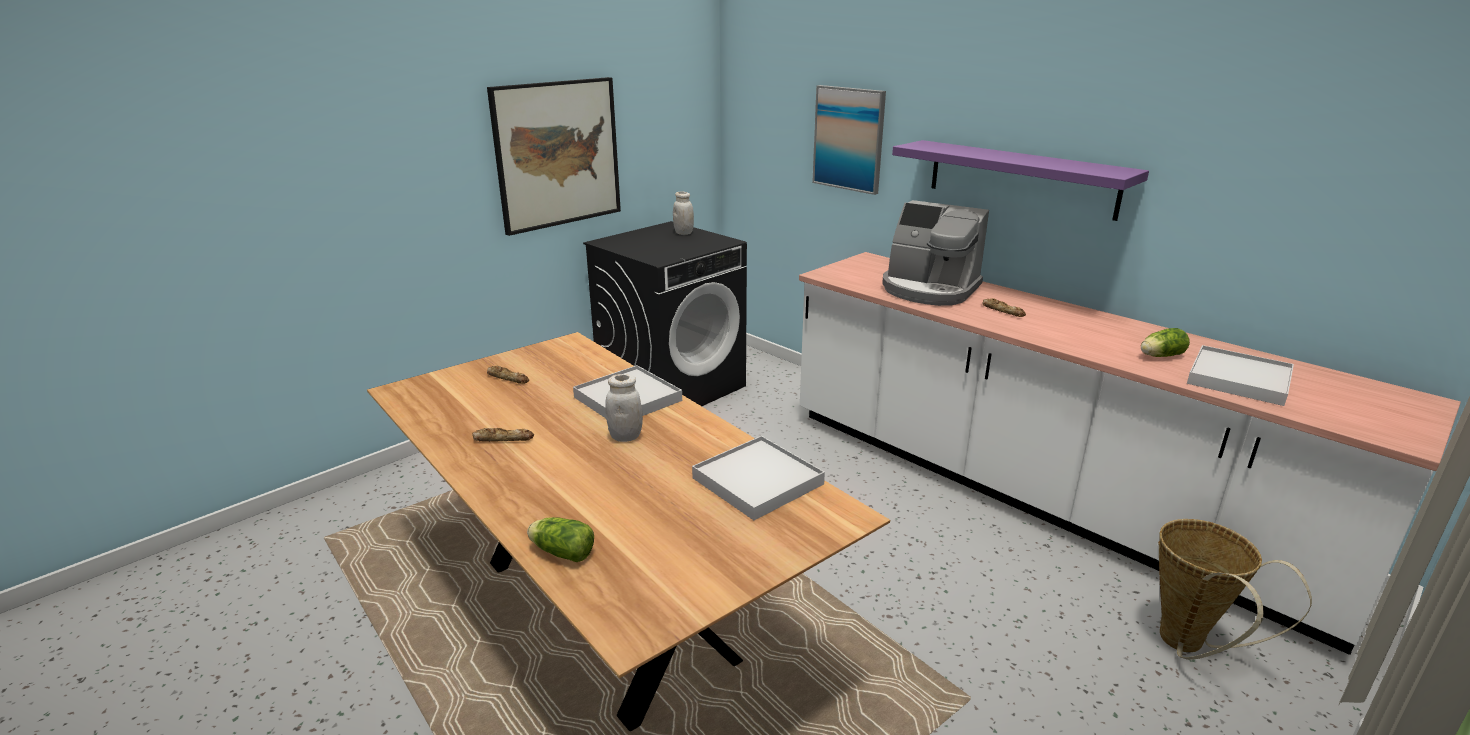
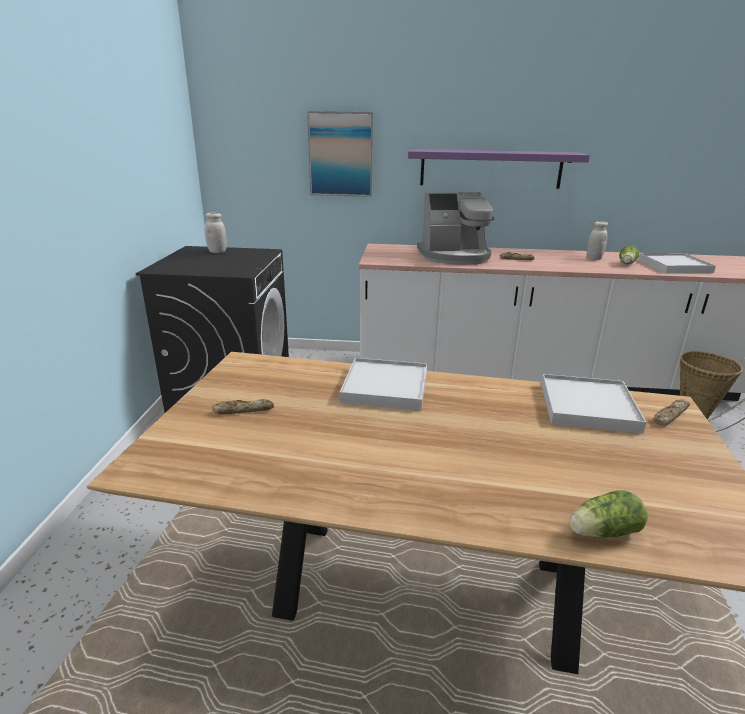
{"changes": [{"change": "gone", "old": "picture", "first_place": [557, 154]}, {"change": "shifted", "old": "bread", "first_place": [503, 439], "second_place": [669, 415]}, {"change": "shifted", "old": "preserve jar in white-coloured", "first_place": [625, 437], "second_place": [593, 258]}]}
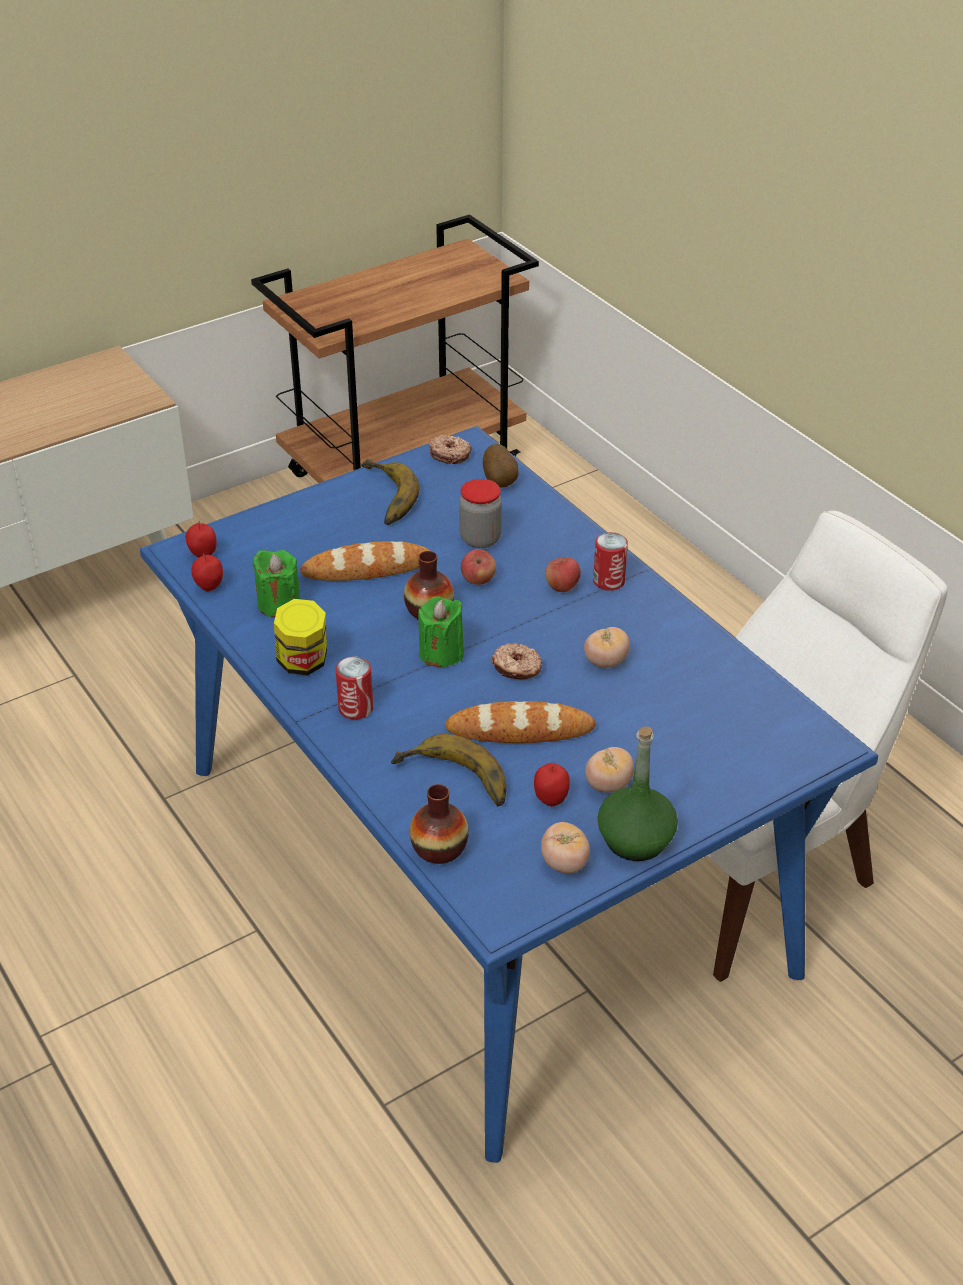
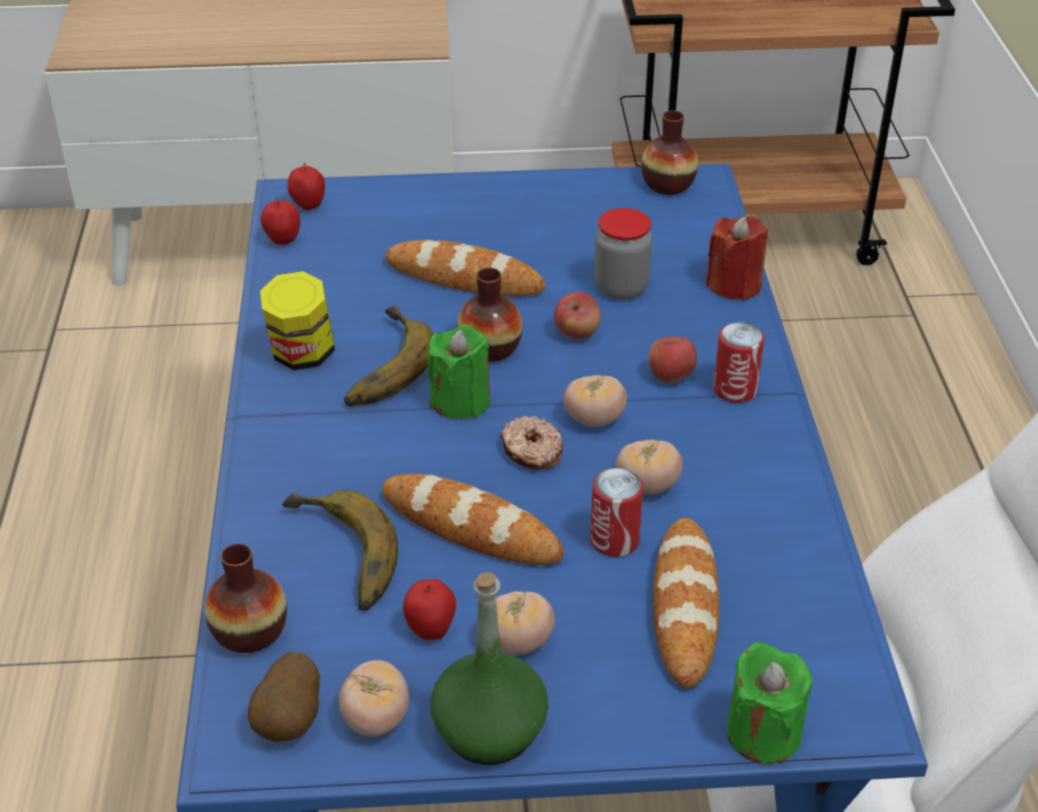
{"changes": [{"change": "new", "new": "tomato", "second_place": [594, 419]}, {"change": "new", "new": "bread", "second_place": [685, 606]}, {"change": "new", "new": "wax light in red", "second_place": [734, 285]}, {"change": "shifted", "old": "wax light in greenish", "first_place": [279, 604], "second_place": [763, 733]}, {"change": "shifted", "old": "metal can", "first_place": [356, 708], "second_place": [614, 540]}, {"change": "shifted", "old": "whole banana", "first_place": [382, 498], "second_place": [378, 365]}, {"change": "shifted", "old": "potato", "first_place": [500, 482], "second_place": [291, 722]}, {"change": "swapped", "old": "ring doughnut", "new": "flower vase", "first_place": [450, 454], "second_place": [668, 184]}]}
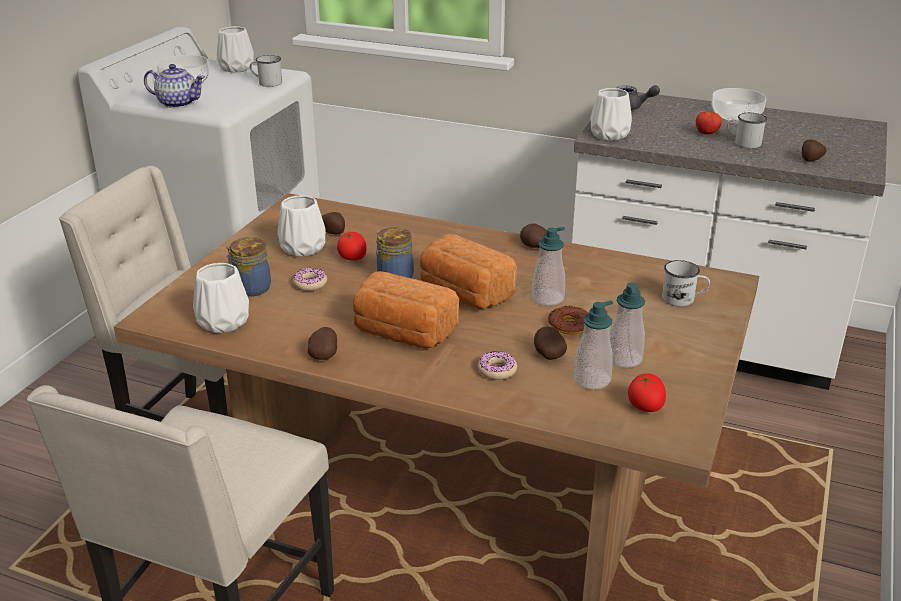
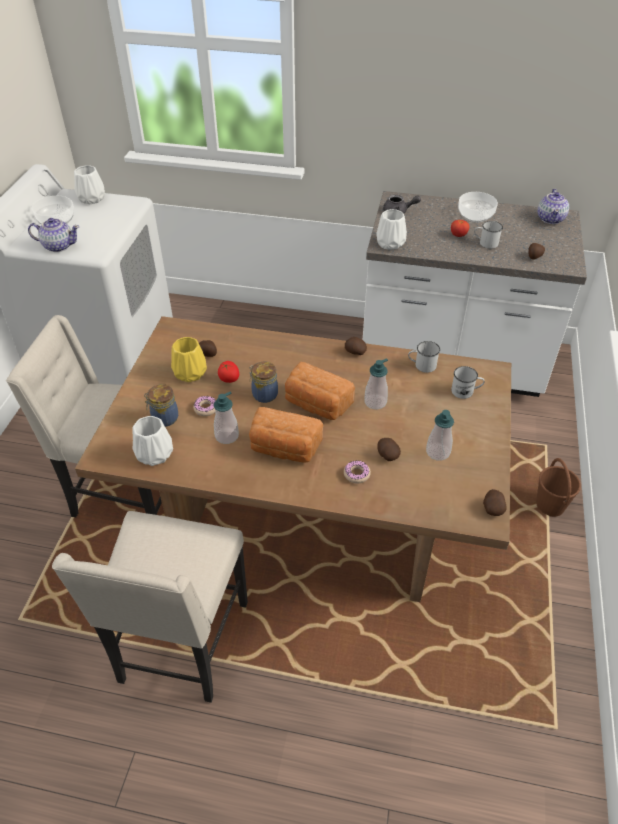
{"changes": [{"change": "gone", "old": "ring doughnut", "first_place": [569, 325]}, {"change": "gone", "old": "tomato", "first_place": [645, 406]}, {"change": "new", "new": "water bucket in brown", "second_place": [550, 505]}, {"change": "new", "new": "pot for tea", "second_place": [550, 219]}, {"change": "shifted", "old": "coffee mug in white-coloured", "first_place": [267, 83], "second_place": [422, 365]}, {"change": "shifted", "old": "potato", "first_place": [324, 355], "second_place": [492, 508]}, {"change": "shifted", "old": "soap dispenser", "first_place": [592, 380], "second_place": [227, 436]}, {"change": "repainted", "old": "flower vase in white-coloured", "new": "flower vase in yellow-coloured", "first_place": [304, 248], "second_place": [190, 372]}]}
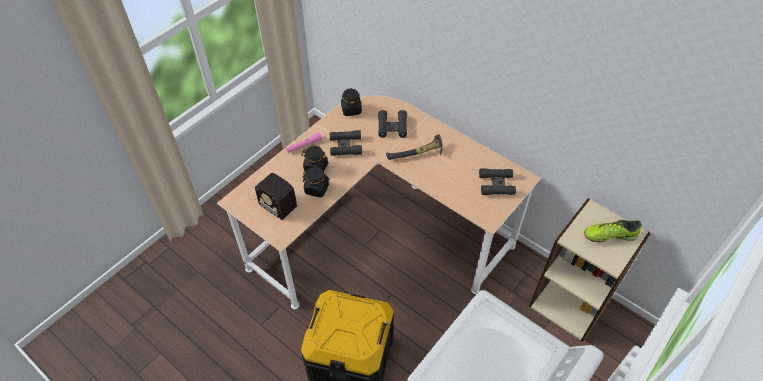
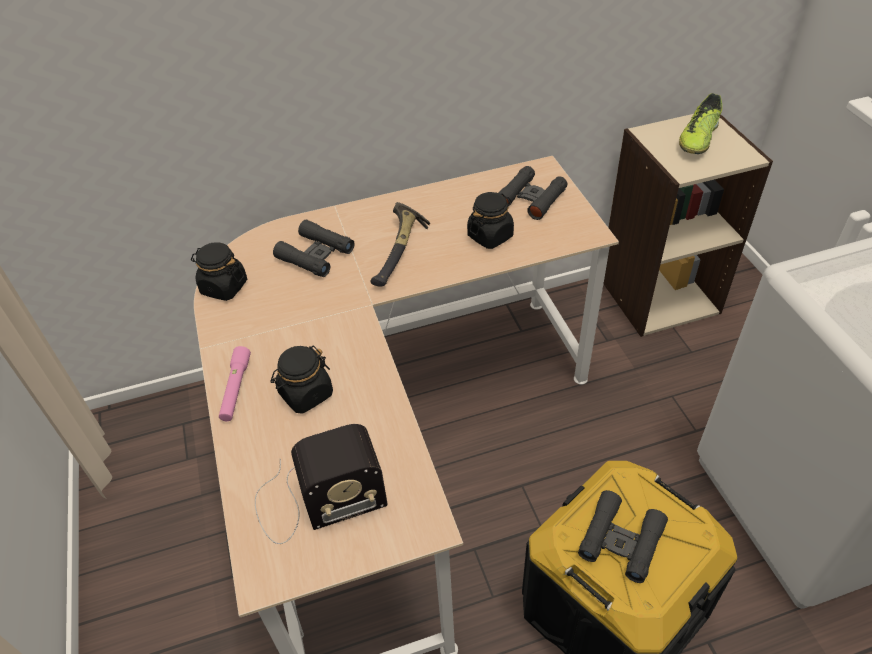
{"changes": [{"change": "shifted", "old": "preserve jar in black-coloured", "first_place": [317, 189], "second_place": [490, 236]}, {"change": "shifted", "old": "field glasses in black-coloured", "first_place": [346, 146], "second_place": [621, 540]}]}
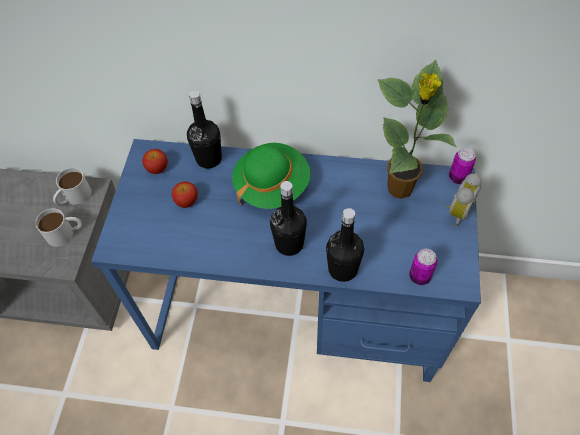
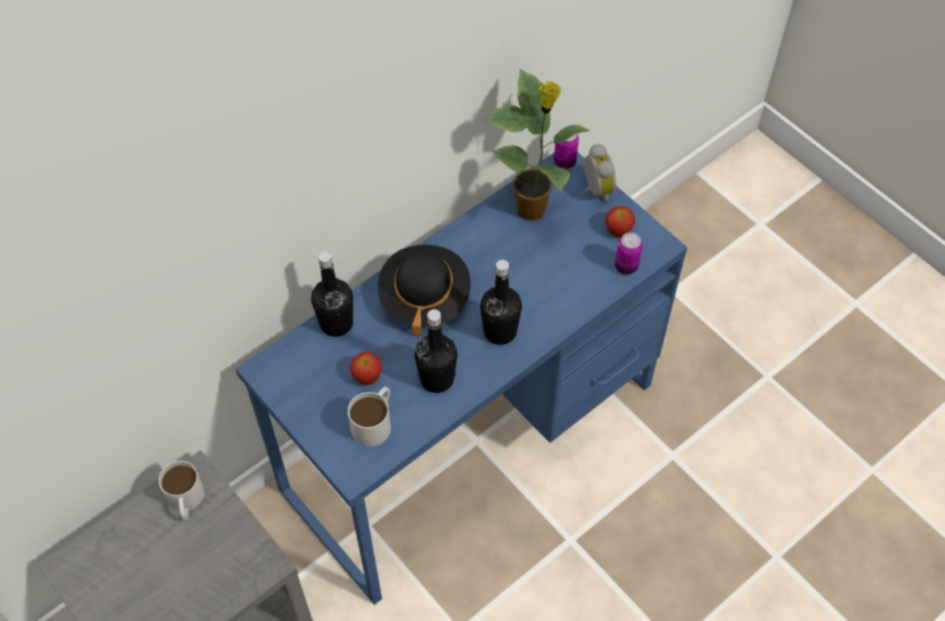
{"changes": [{"change": "shifted", "old": "coffee mug in white-coloured", "first_place": [65, 233], "second_place": [375, 421]}, {"change": "shifted", "old": "whole apple", "first_place": [158, 169], "second_place": [618, 230]}, {"change": "shifted", "old": "beverage bottle in black-coloured", "first_place": [342, 269], "second_place": [437, 379]}, {"change": "repainted", "old": "hat in greenish", "new": "hat in black-coloured", "first_place": [272, 186], "second_place": [424, 297]}]}
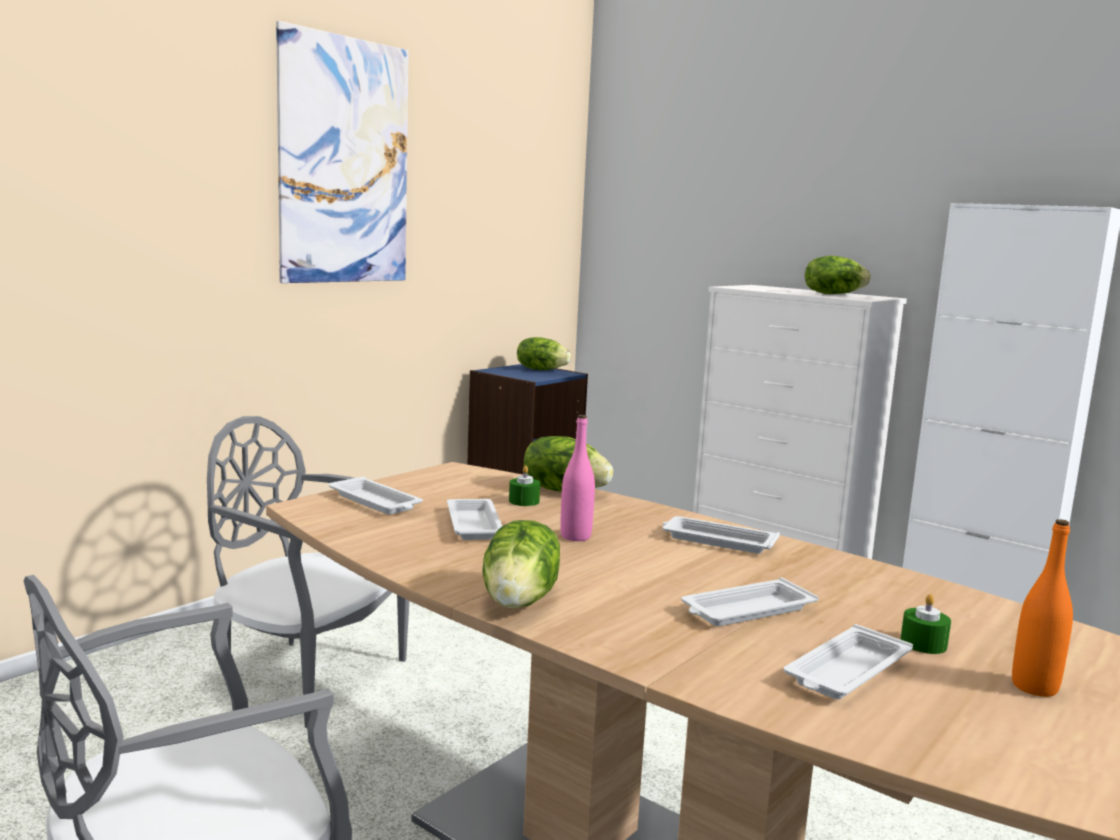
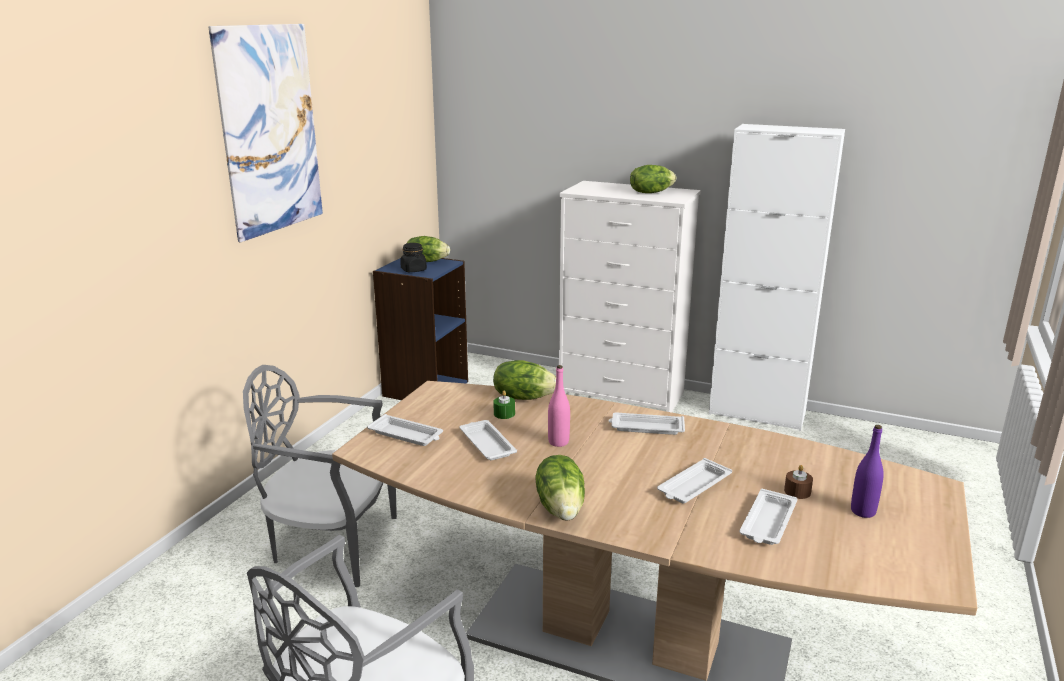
{"changes": [{"change": "new", "new": "preserve jar in black-coloured", "second_place": [414, 270]}, {"change": "repainted", "old": "wax light in greenish", "new": "wax light in brown", "first_place": [923, 643], "second_place": [797, 491]}, {"change": "repainted", "old": "beverage bottle in orange-coloured", "new": "beverage bottle in purplish", "first_place": [1034, 687], "second_place": [863, 511]}]}
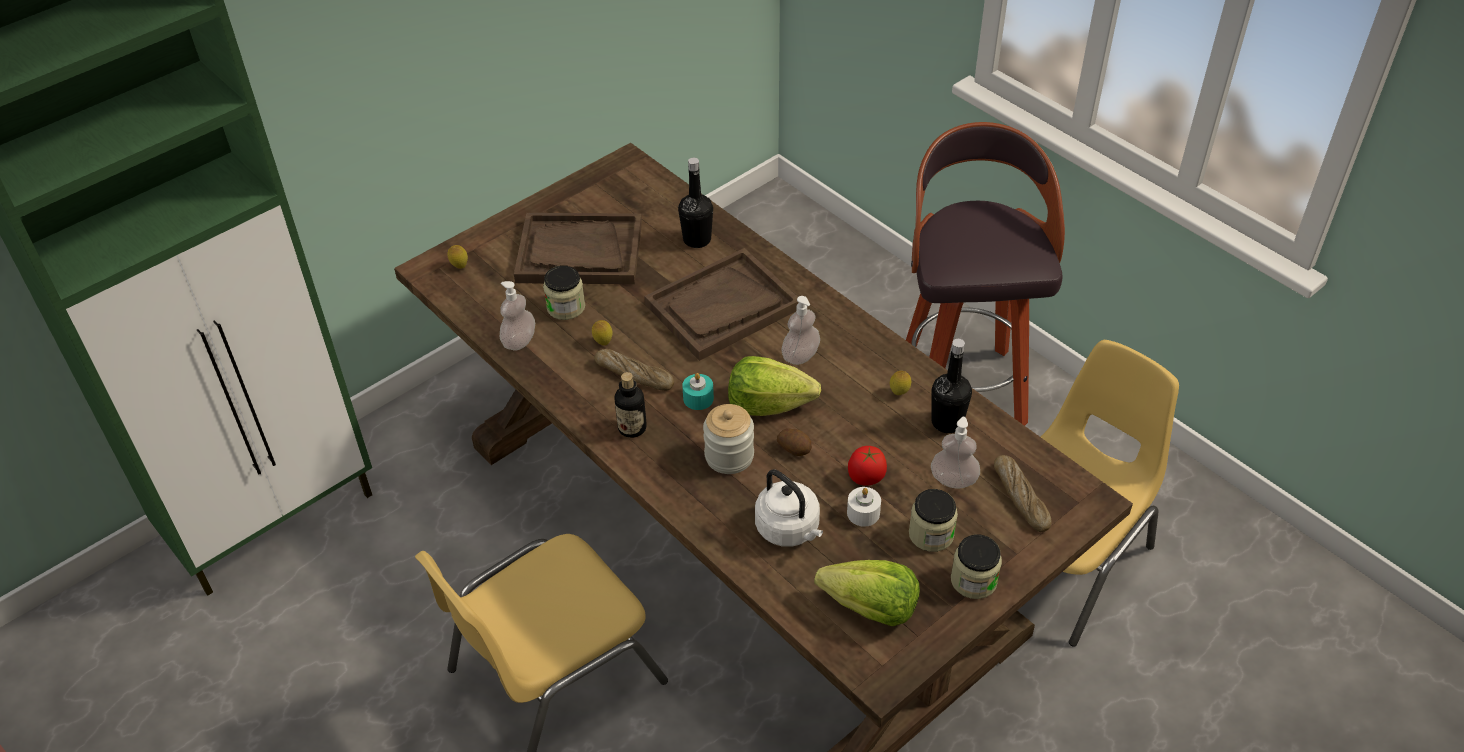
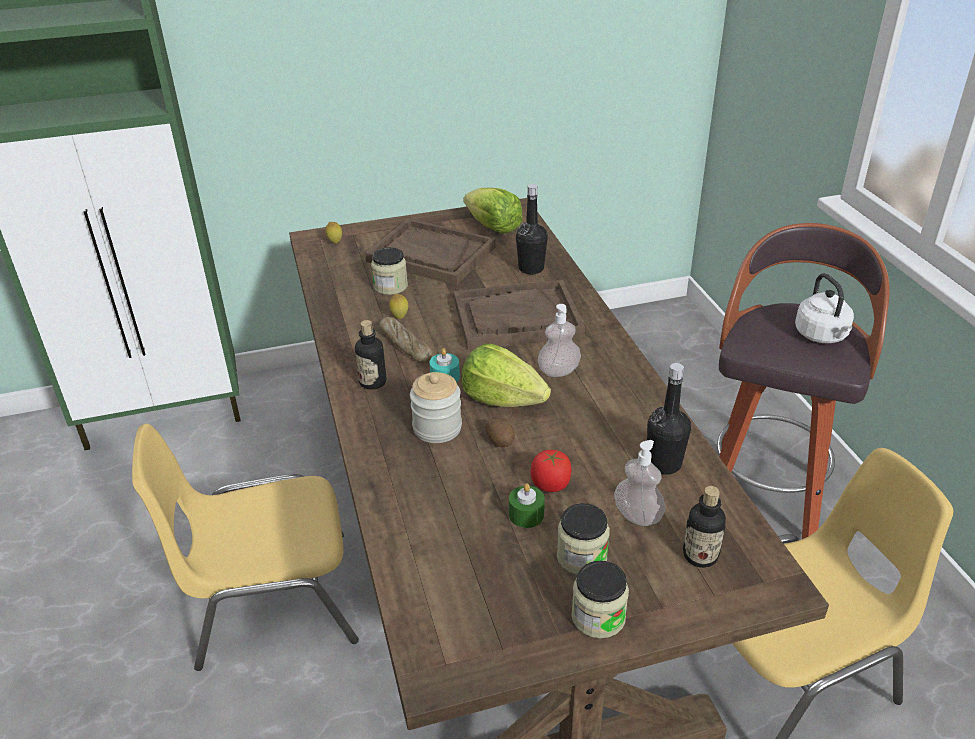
{"changes": [{"change": "gone", "old": "soap dispenser", "first_place": [519, 341]}, {"change": "gone", "old": "whole lemon", "first_place": [899, 393]}, {"change": "shifted", "old": "water kettle in white-coloured", "first_place": [789, 529], "second_place": [822, 336]}, {"change": "shifted", "old": "lettuce head", "first_place": [870, 608], "second_place": [493, 227]}, {"change": "swapped", "old": "bread", "new": "beverage bottle", "first_place": [1021, 498], "second_place": [700, 556]}, {"change": "repainted", "old": "wax light in white-coloured", "new": "wax light in greenish", "first_place": [863, 513], "second_place": [526, 514]}]}
